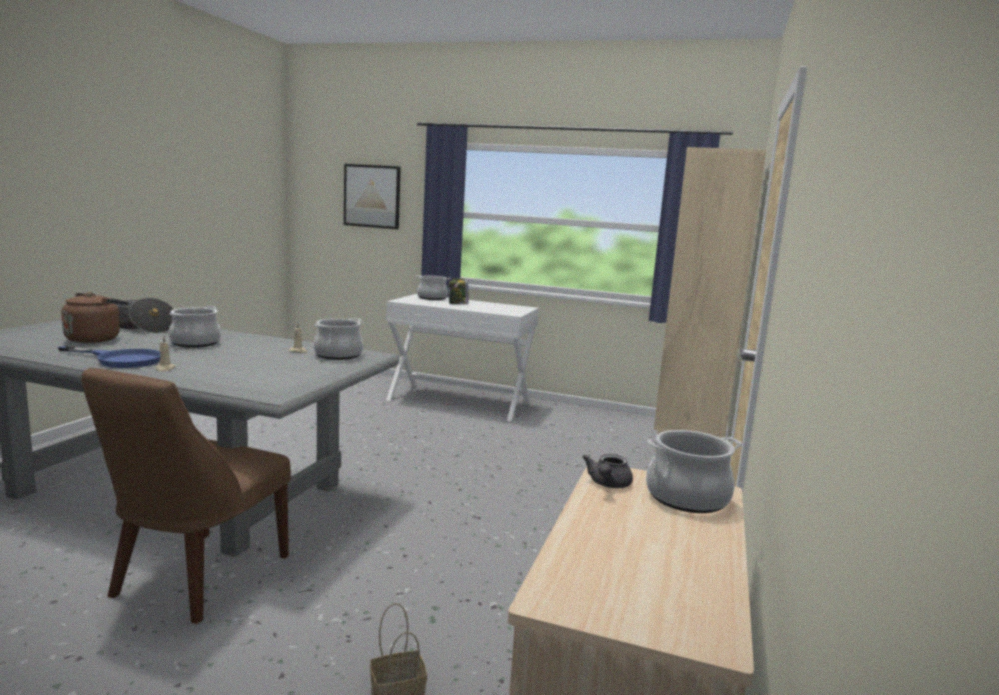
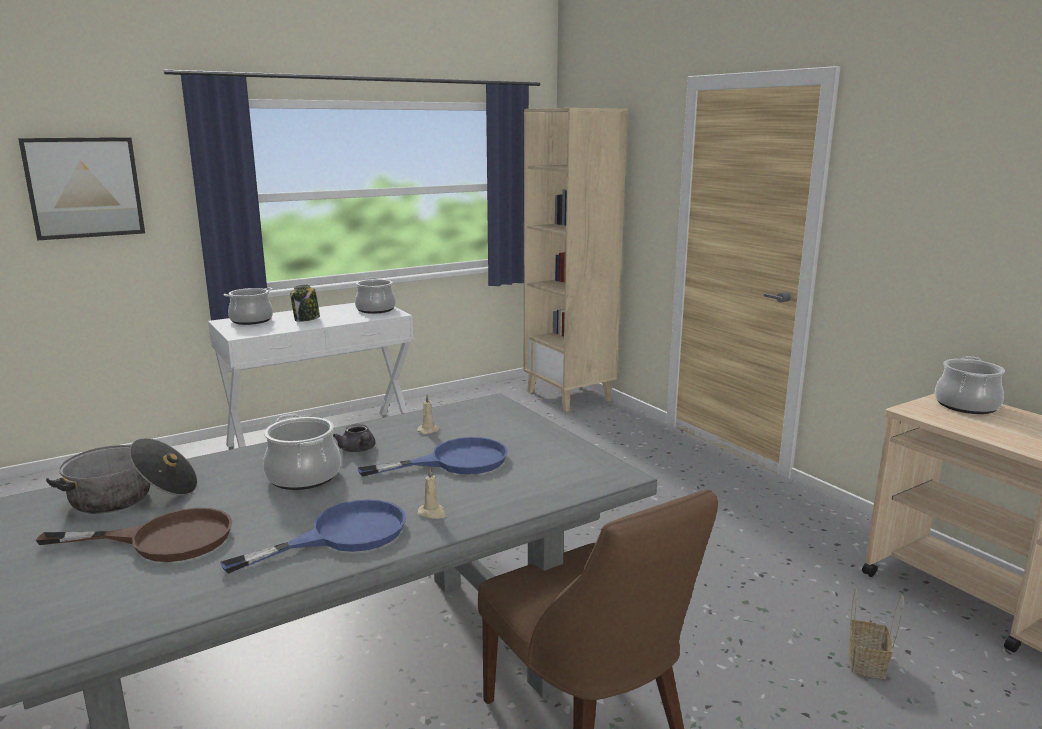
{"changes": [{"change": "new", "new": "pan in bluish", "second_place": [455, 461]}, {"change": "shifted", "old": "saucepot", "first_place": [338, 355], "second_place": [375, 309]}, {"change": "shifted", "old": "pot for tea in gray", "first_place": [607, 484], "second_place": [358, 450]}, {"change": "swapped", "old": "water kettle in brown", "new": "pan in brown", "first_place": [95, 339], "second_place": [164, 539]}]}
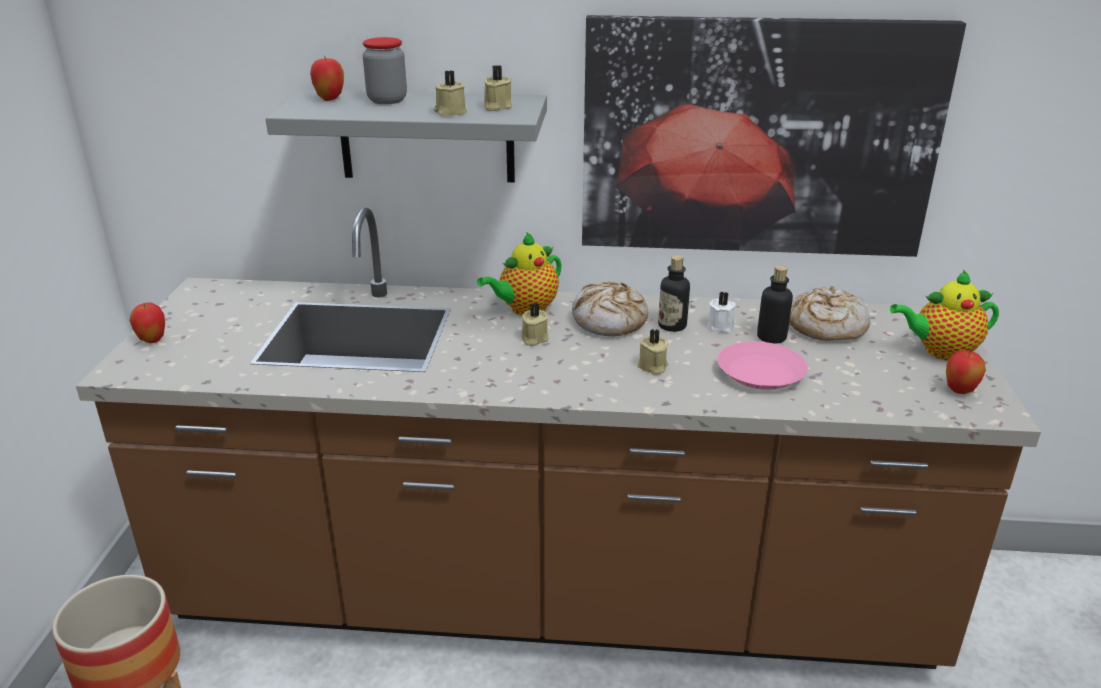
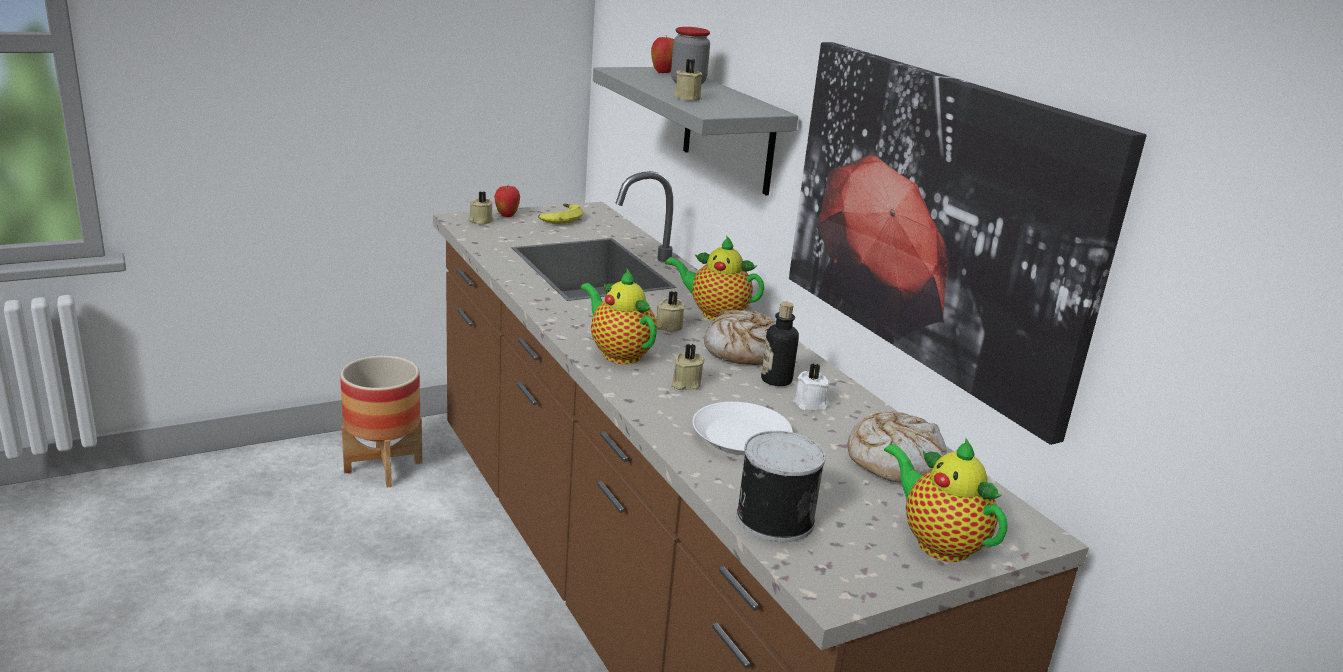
{"changes": [{"change": "gone", "old": "beverage bottle", "first_place": [771, 337]}, {"change": "gone", "old": "whole apple", "first_place": [959, 391]}, {"change": "new", "new": "whole banana", "second_place": [558, 219]}, {"change": "new", "new": "pot for tea", "second_place": [618, 353]}, {"change": "new", "new": "metal can", "second_place": [773, 518]}, {"change": "shifted", "old": "wax light in beige", "first_place": [496, 107], "second_place": [480, 221]}, {"change": "repainted", "old": "plate in pink-coloured", "new": "plate in white-coloured", "first_place": [761, 372], "second_place": [742, 437]}]}
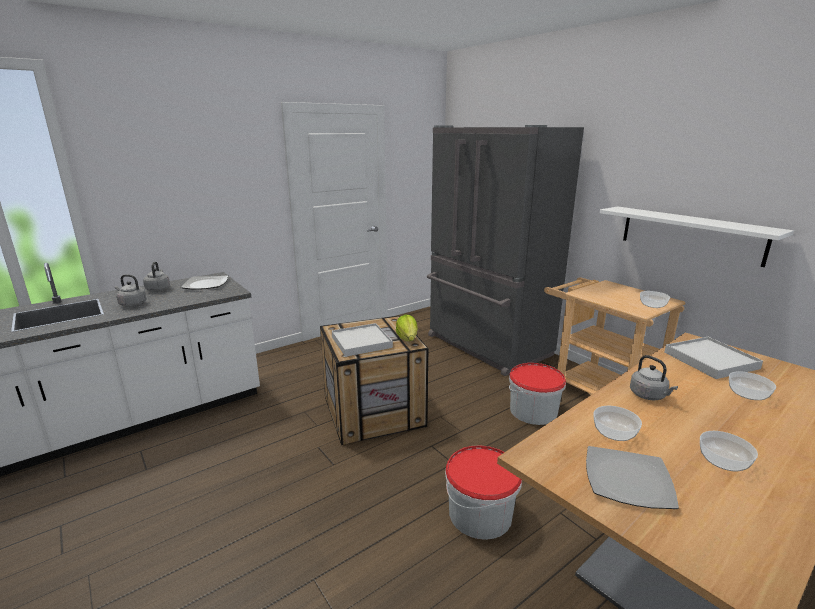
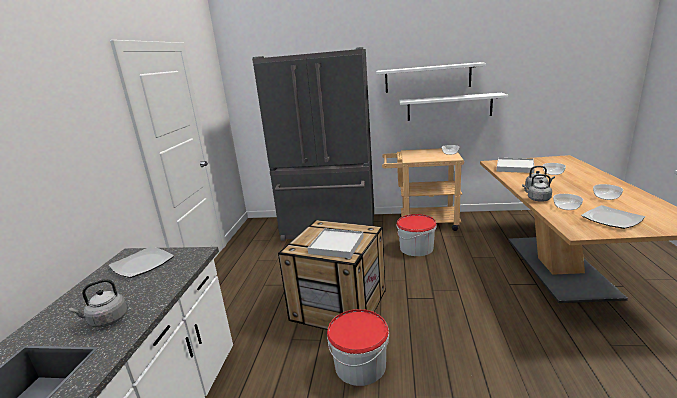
{"changes": [{"change": "gone", "old": "lettuce head", "first_place": [407, 339]}, {"change": "new", "new": "bracket shelf in white-coloured", "second_place": [427, 78]}, {"change": "shifted", "old": "water kettle in gray", "first_place": [158, 289], "second_place": [537, 199]}, {"change": "shifted", "old": "water bucket", "first_place": [480, 513], "second_place": [360, 364]}]}
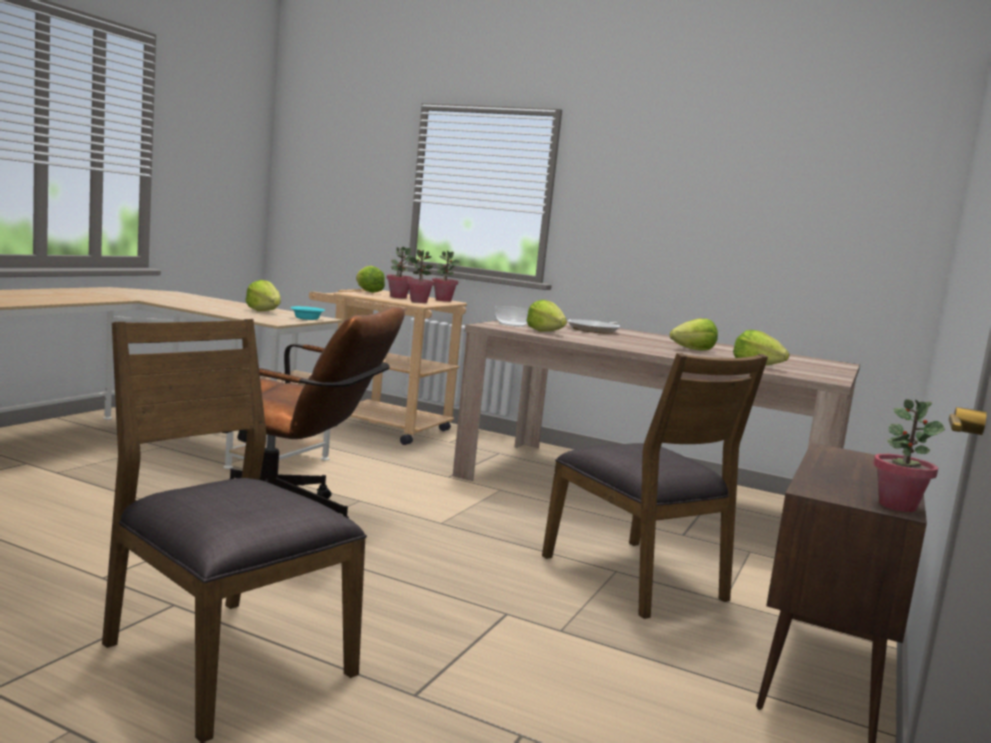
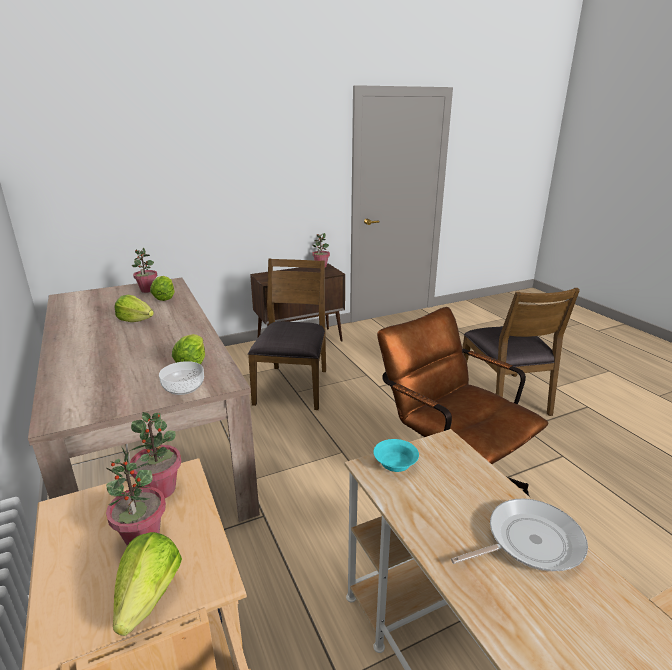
{"changes": [{"change": "gone", "old": "lettuce head", "first_place": [264, 311]}, {"change": "shifted", "old": "houseplant", "first_place": [443, 300], "second_place": [147, 290]}, {"change": "shifted", "old": "pan", "first_place": [594, 330], "second_place": [529, 542]}]}
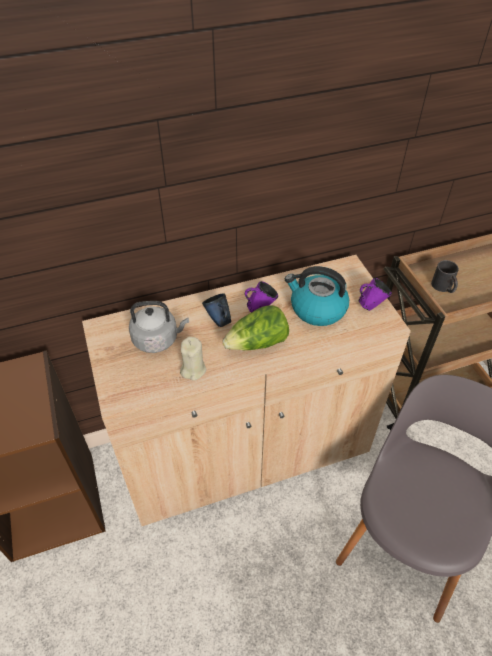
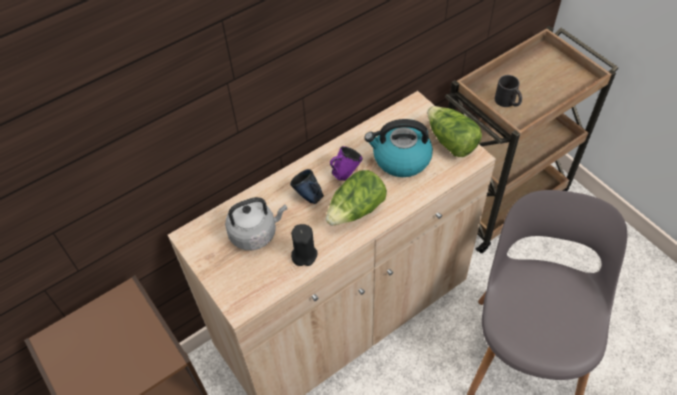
{"changes": [{"change": "swapped", "old": "coffee mug in purplish", "new": "lettuce head", "first_place": [371, 305], "second_place": [450, 141]}, {"change": "repainted", "old": "wax light in beige", "new": "wax light in black-coloured", "first_place": [193, 369], "second_place": [304, 255]}]}
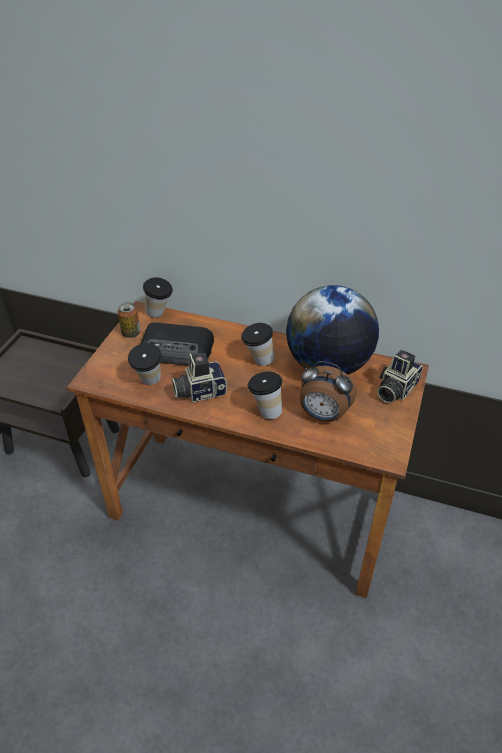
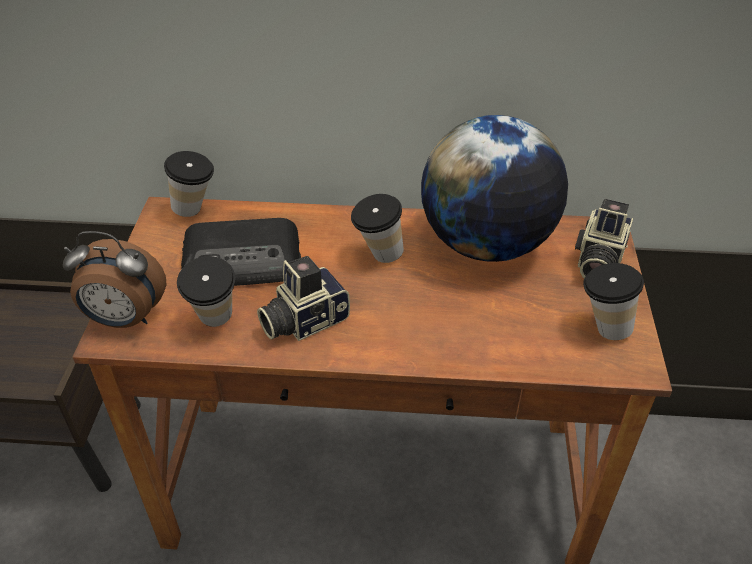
{"changes": [{"change": "gone", "old": "metal can", "first_place": [131, 333]}, {"change": "shifted", "old": "small cup", "first_place": [265, 411], "second_place": [602, 328]}, {"change": "shifted", "old": "table clock", "first_place": [323, 415], "second_place": [125, 319]}]}
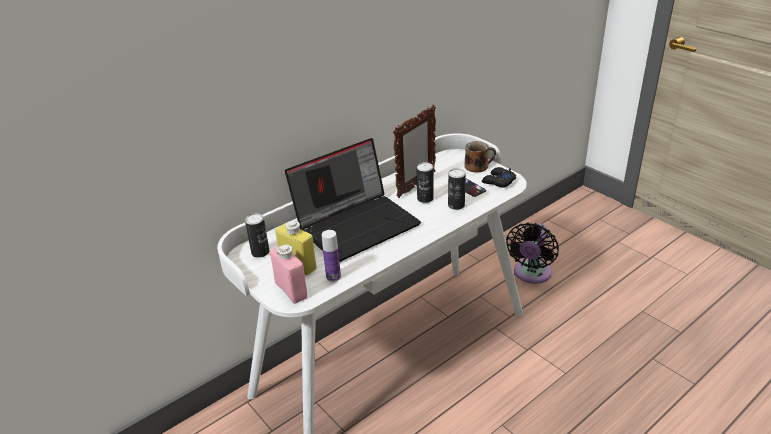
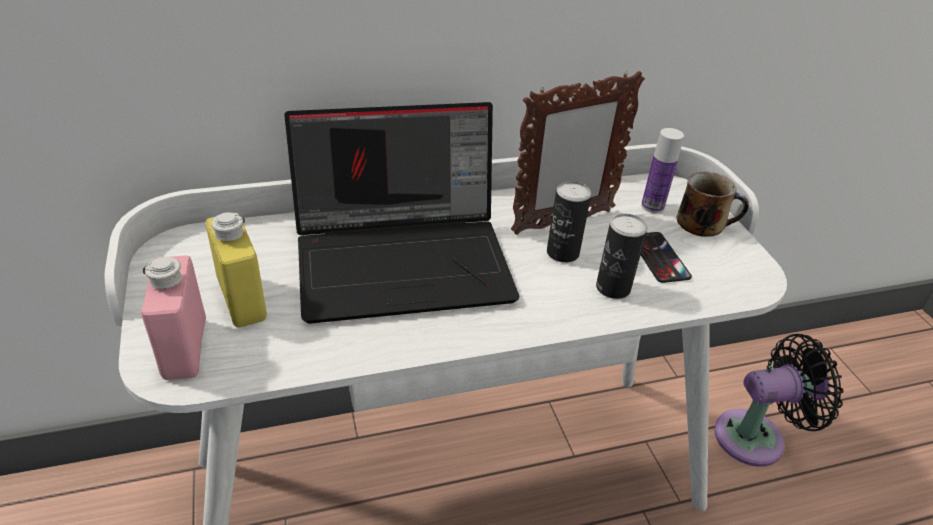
{"changes": [{"change": "gone", "old": "metal can", "first_place": [260, 252]}, {"change": "gone", "old": "gamepad in black-coloured", "first_place": [498, 181]}, {"change": "shifted", "old": "beverage bottle", "first_place": [333, 277], "second_place": [652, 206]}, {"change": "rotated", "old": "cooling fan in black-coloured", "first_place": [531, 274], "second_place": [756, 437], "degrees": -150}]}
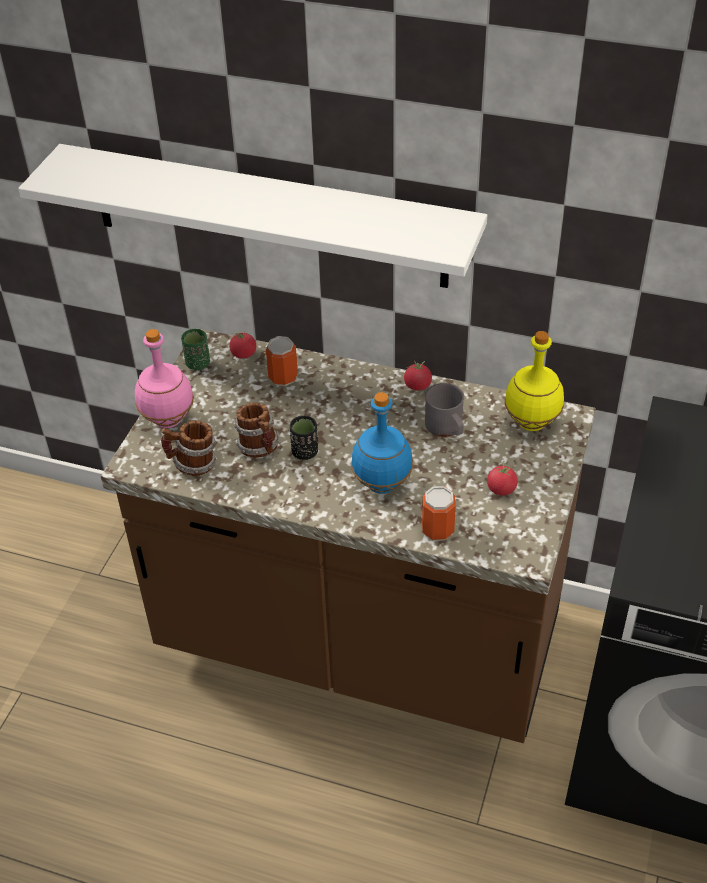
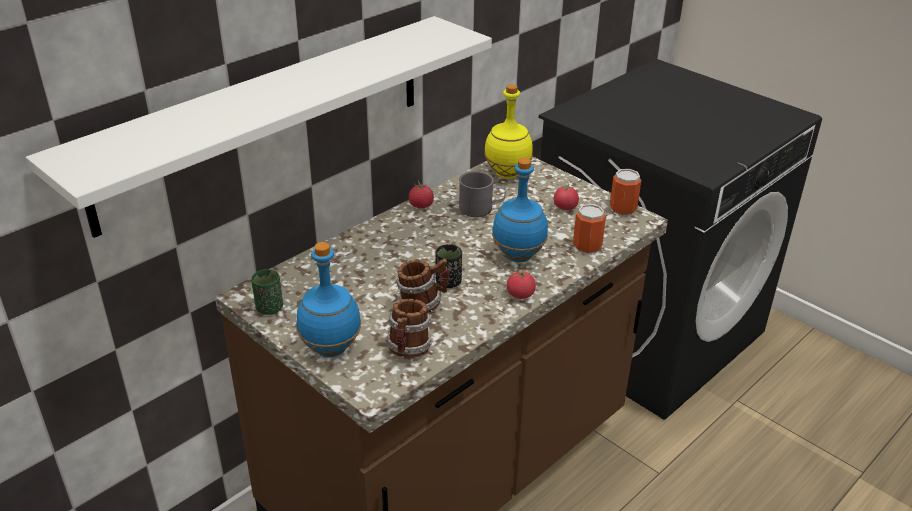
{"changes": [{"change": "shifted", "old": "tomato", "first_place": [243, 354], "second_place": [520, 295]}, {"change": "shifted", "old": "metal can", "first_place": [283, 377], "second_place": [623, 209]}, {"change": "repainted", "old": "beverage bottle in pink-coloured", "new": "beverage bottle in bluish", "first_place": [167, 420], "second_place": [331, 349]}]}
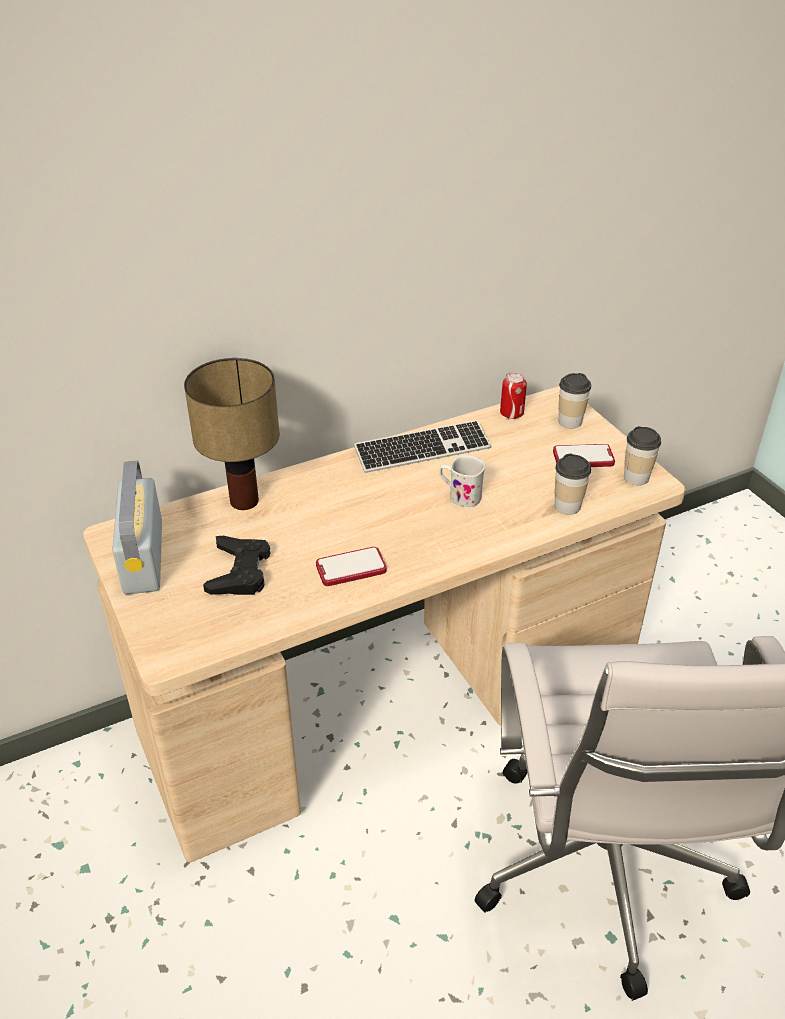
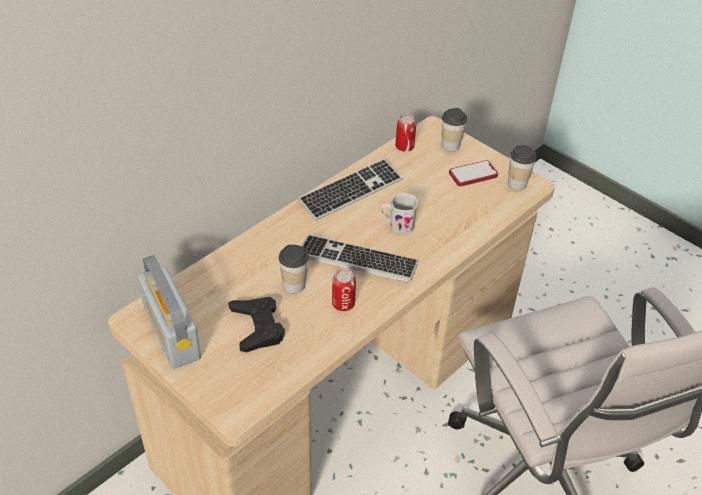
{"changes": [{"change": "gone", "old": "table lamp", "first_place": [246, 501]}, {"change": "new", "new": "PC keyboard", "second_place": [357, 260]}, {"change": "shifted", "old": "small cup", "first_place": [567, 506], "second_place": [294, 285]}, {"change": "swapped", "old": "handset", "new": "metal can", "first_place": [351, 568], "second_place": [343, 304]}]}
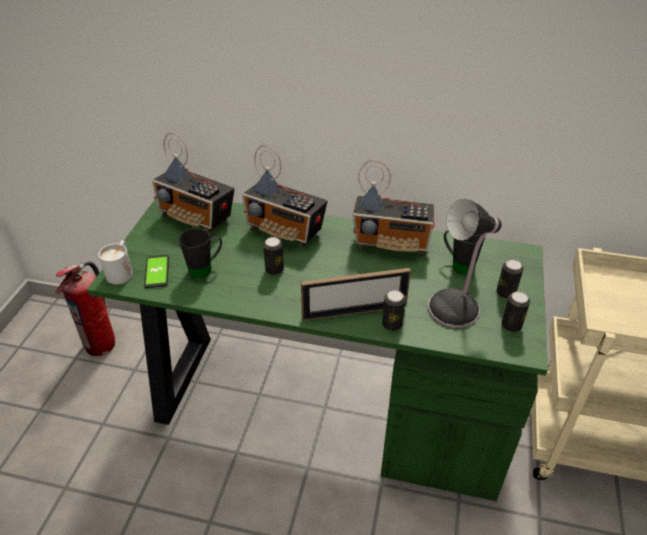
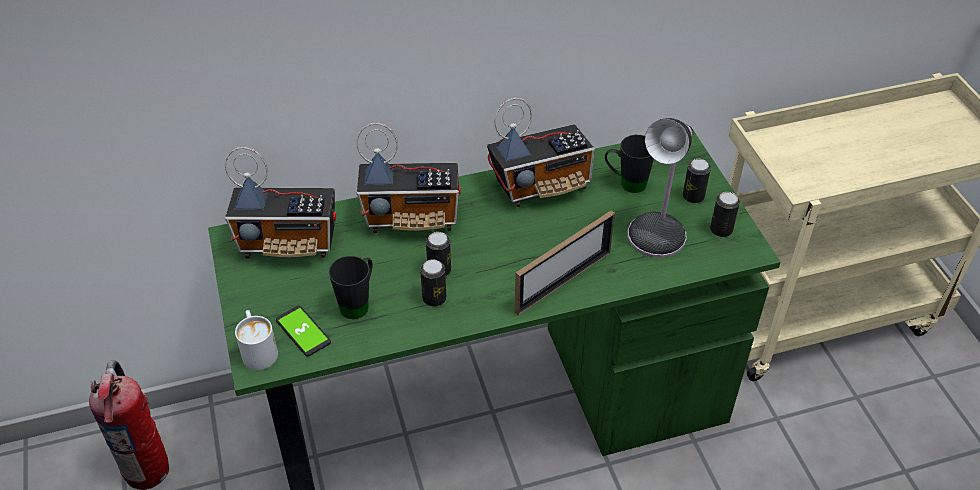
{"changes": [{"change": "shifted", "old": "metal can", "first_place": [392, 324], "second_place": [434, 298]}]}
